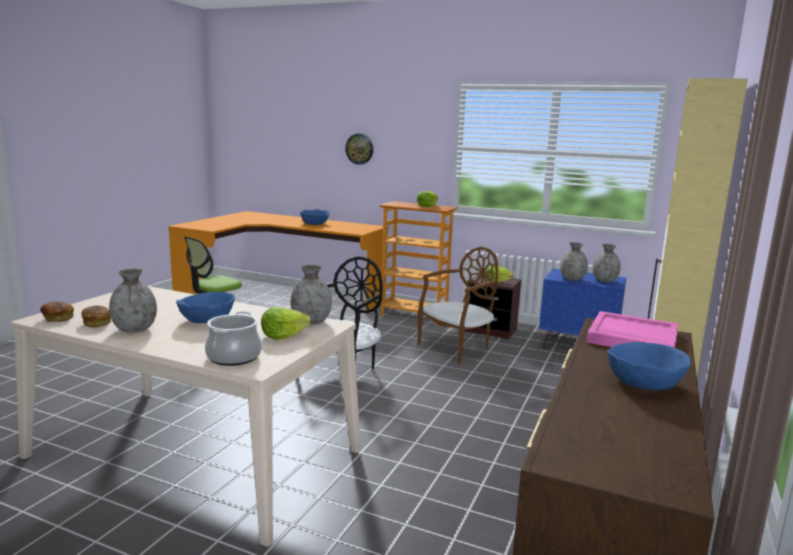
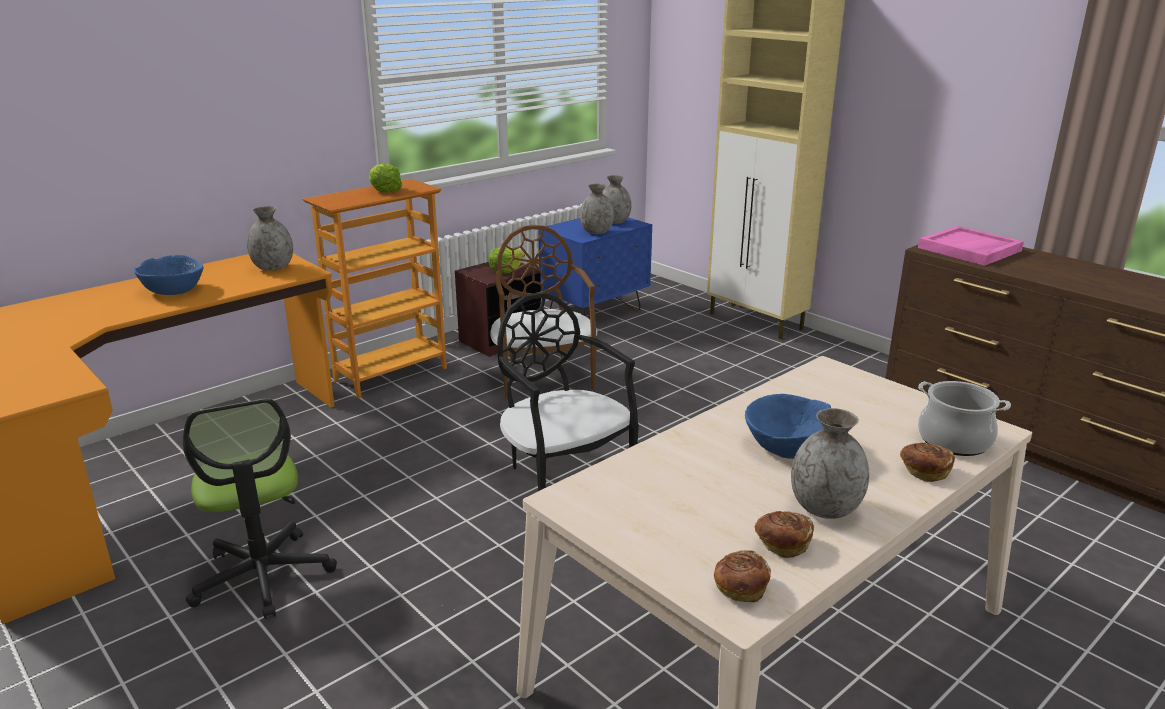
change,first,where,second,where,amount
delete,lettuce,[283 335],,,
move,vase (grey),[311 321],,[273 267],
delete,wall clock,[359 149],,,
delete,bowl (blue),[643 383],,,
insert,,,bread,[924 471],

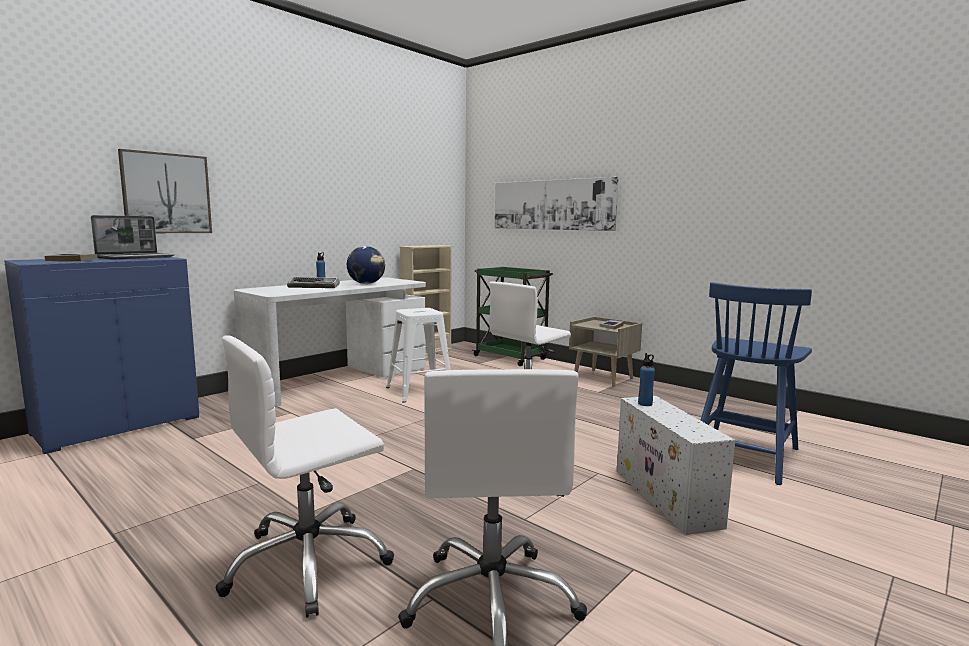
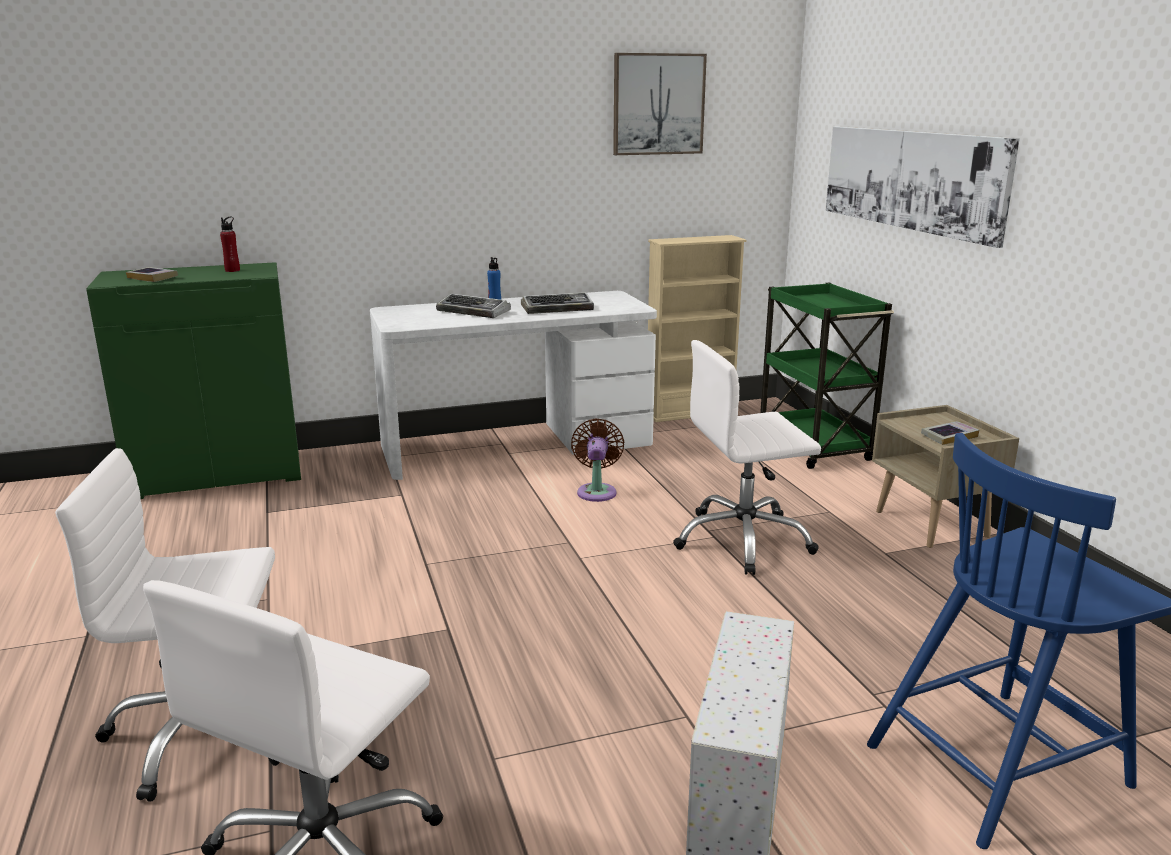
change,first,where,second,where,amount
recolor,cabinet (blue),[118 425],cabinet (green),[219 474],
replace,laptop,[136 257],bottle (red),[232 270],
move,picture,[166 193],,[658 104],
replace,globe,[366 284],keyboard,[558 309],
replace,stool (white),[419 391],fan (brown),[597 491],
delete,bottle (blue),[645 404],,,

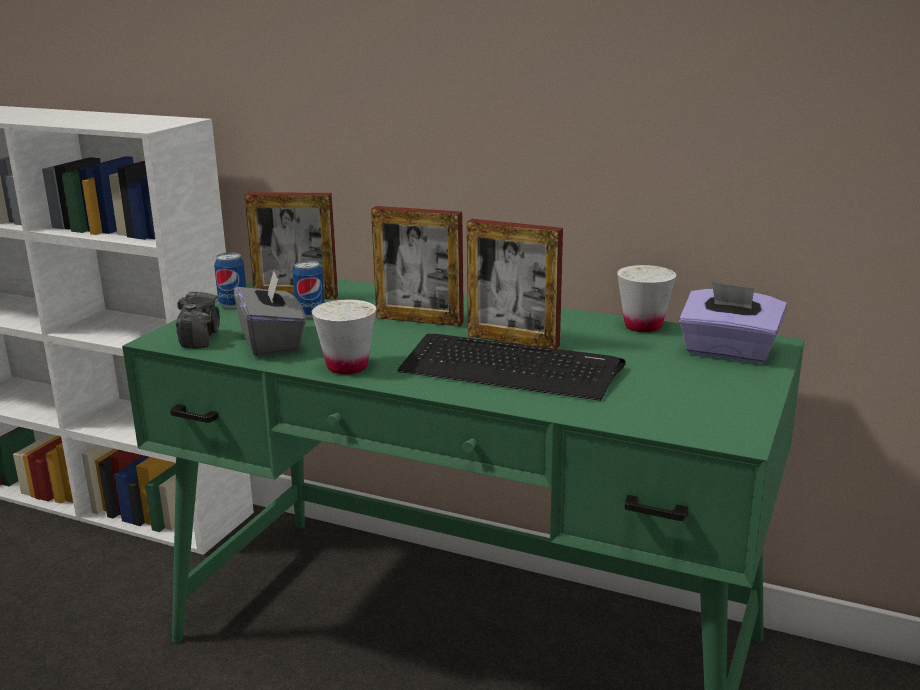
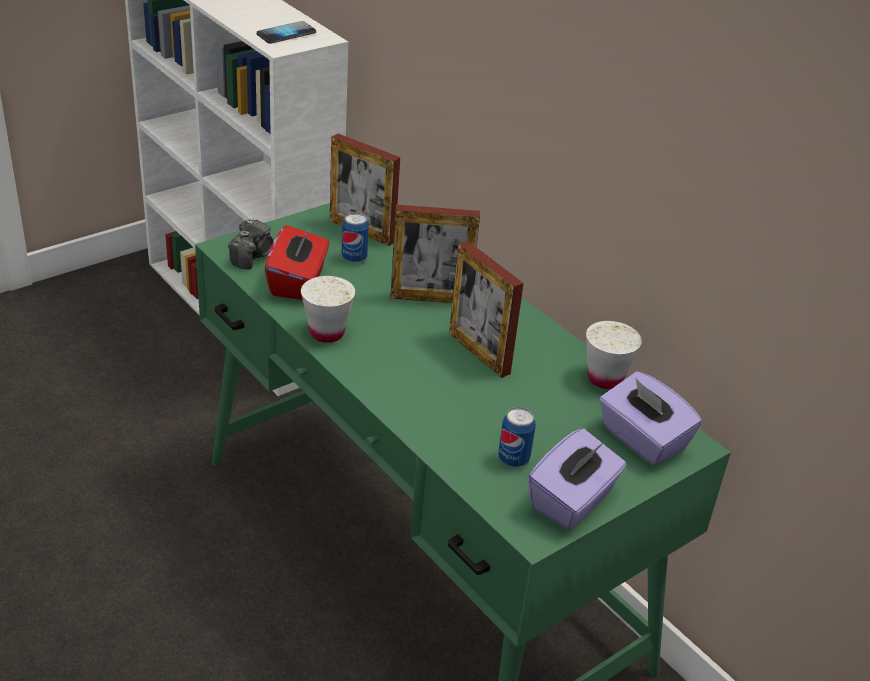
change,first,where,second,where,amount
move,can,[233 304],,[513 459],
recolor,tissue box (grey),[272 342],tissue box (red),[298 282],
rotate,picture frame,[419 320],,[430 298],45 degrees counterclockwise
delete,keyboard,[510 369],,,
insert,,,phone,[286 34],
insert,,,tissue box (purple),[572 501],

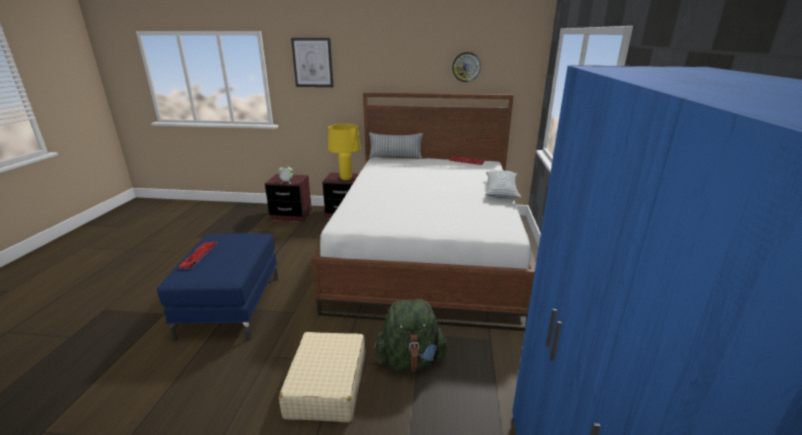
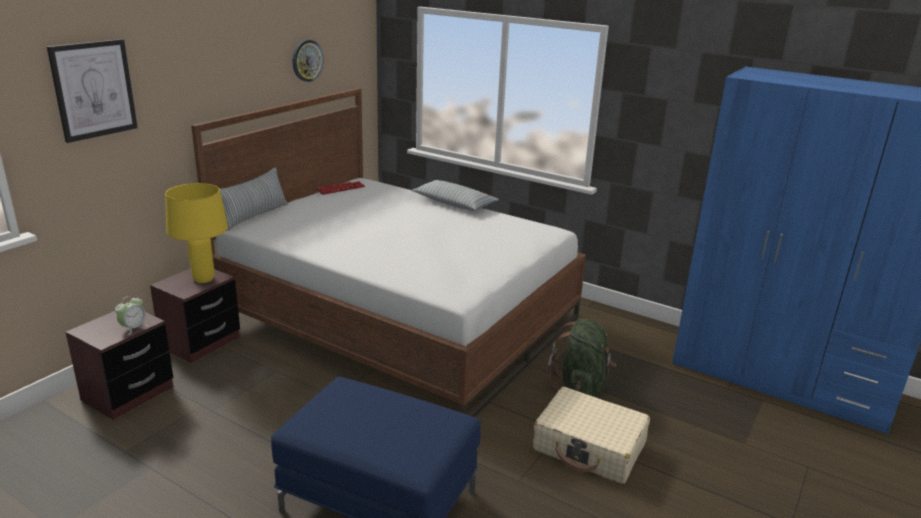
change,first,where,second,where,amount
delete,keyboard,[198 256],,,

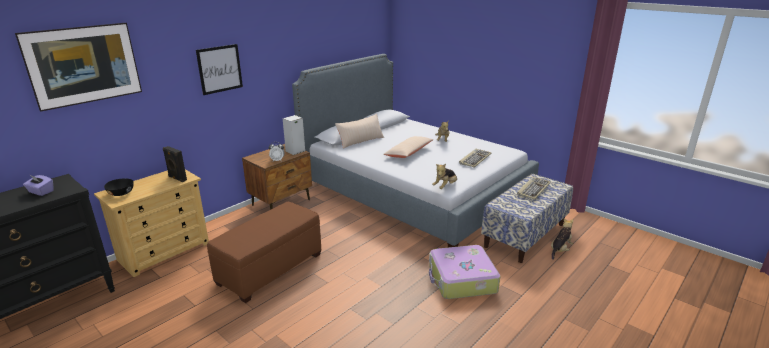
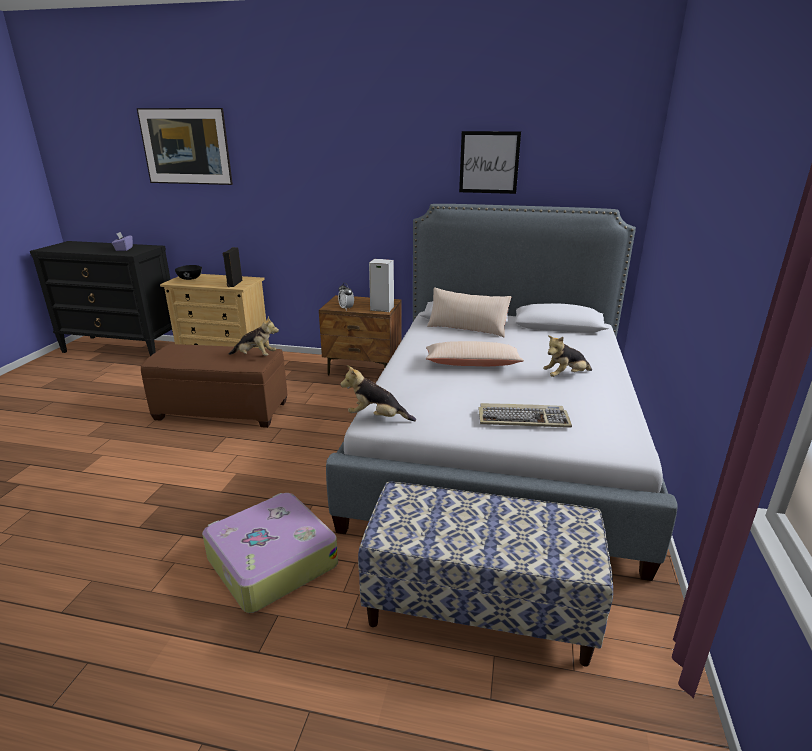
change,first,where,second,where,amount
move,picture,[220 69],,[489 162],
delete,keyboard,[533 189],,,
move,plush toy,[560 250],,[255 356],

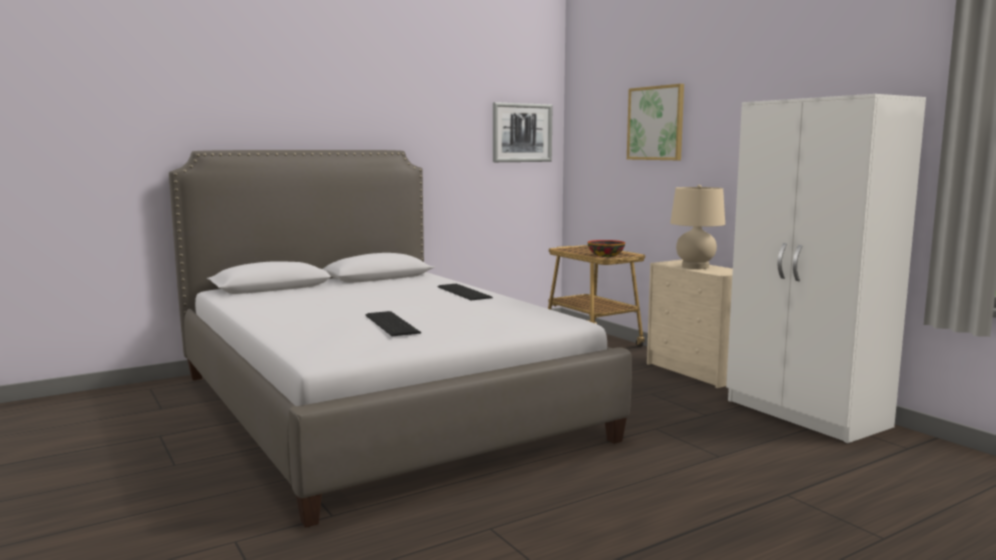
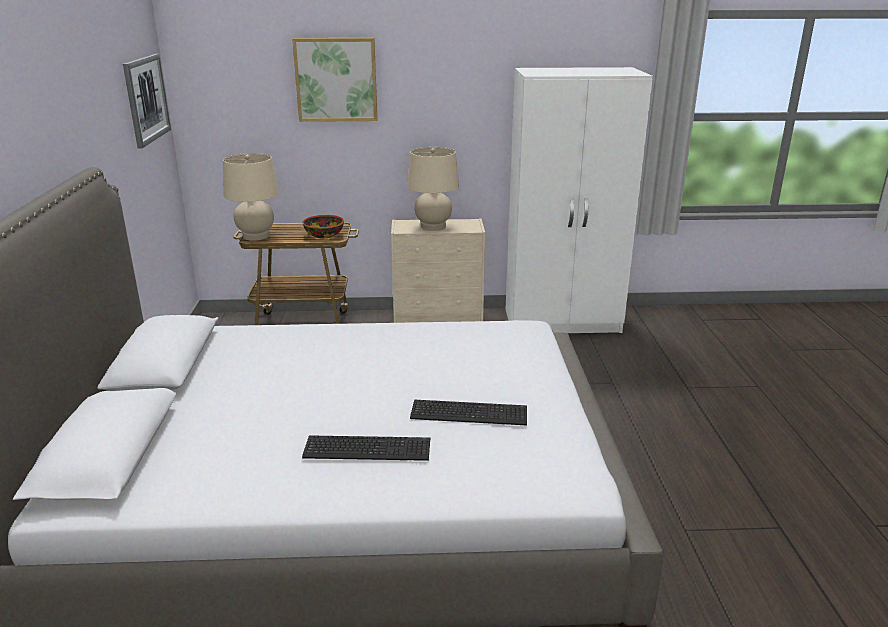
change,first,where,second,where,amount
move,keyboard,[464 292],,[366 447],
insert,,,table lamp (beige),[256 236],

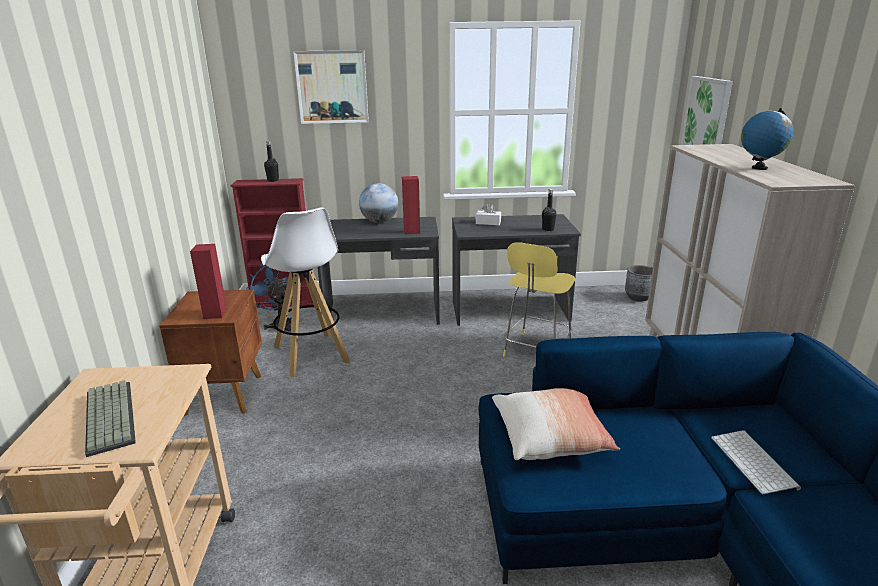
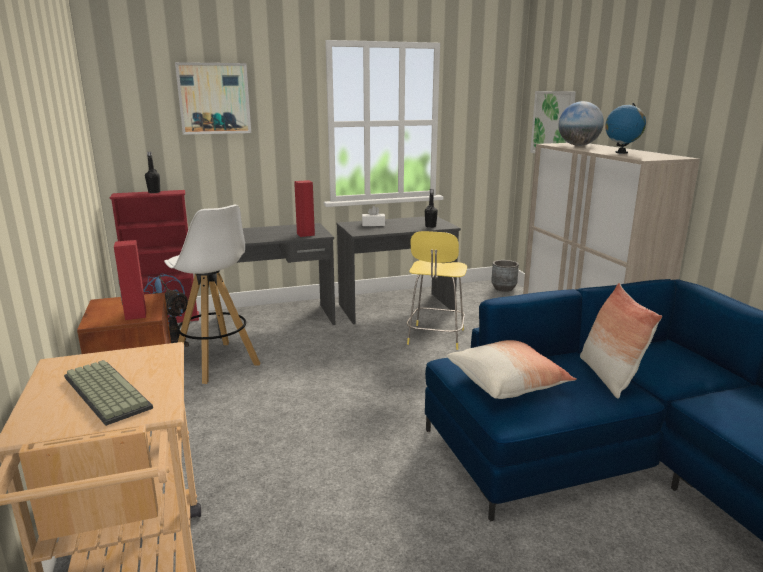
change,first,where,second,where,amount
move,globe,[379 221],,[578 145],
delete,keyboard,[755 462],,,
insert,,,pillow,[608 377],

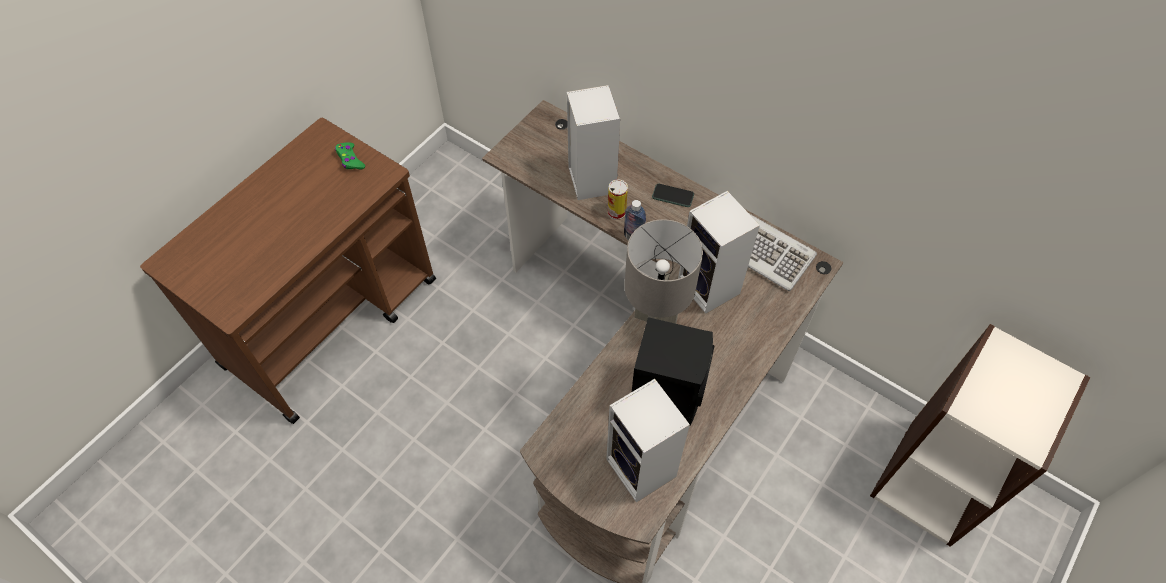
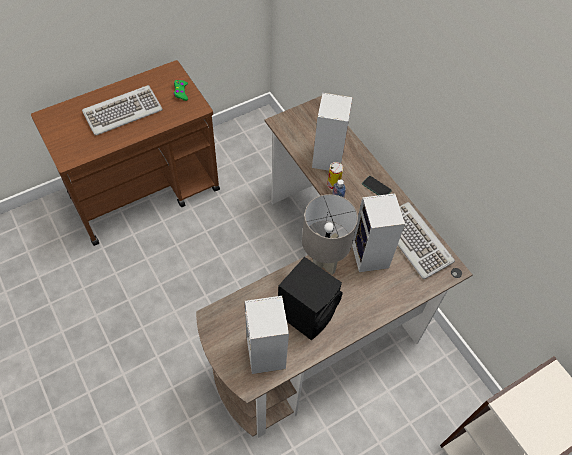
change,first,where,second,where,amount
insert,,,keyboard,[123 111],

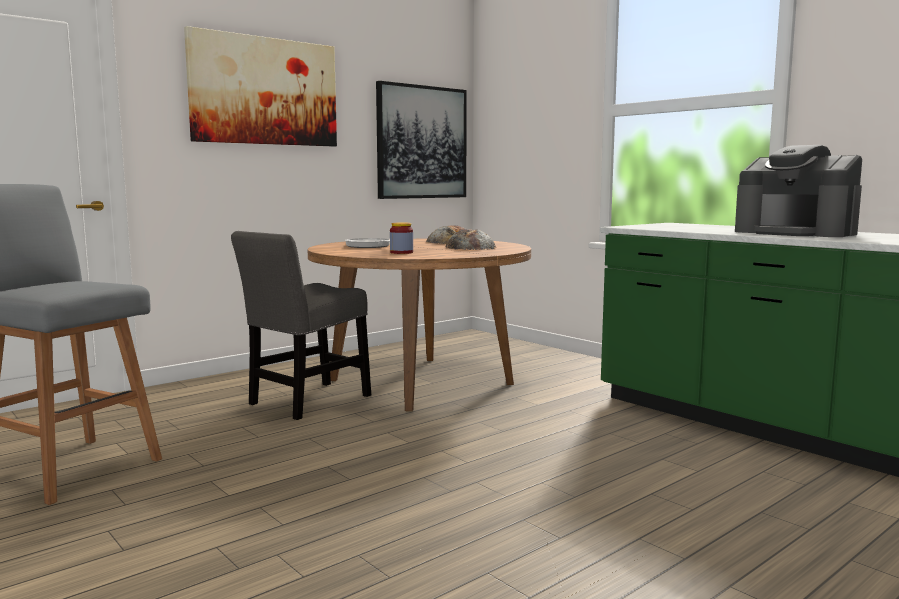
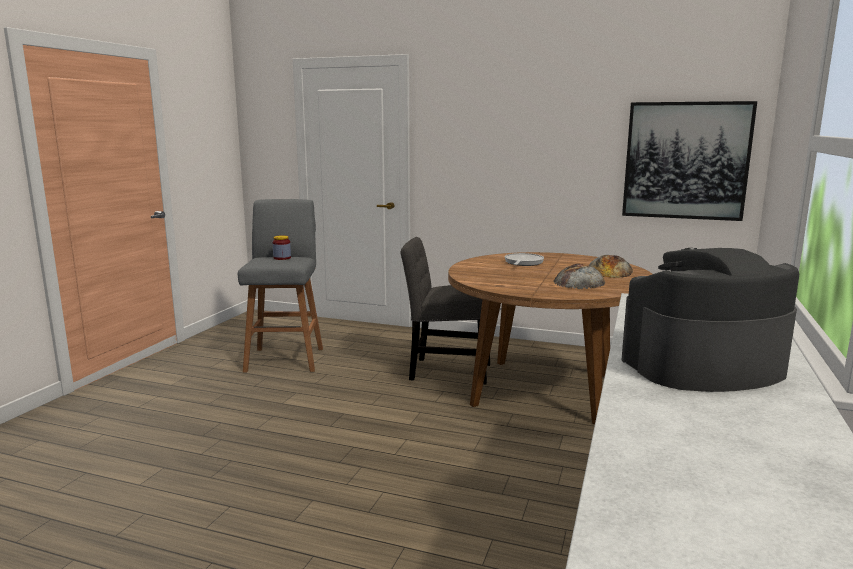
change,first,where,second,where,amount
delete,picture,[265 91],,,
move,jar,[401 252],,[282 258],
rotate,coffee machine,[795 233],,[702 366],60 degrees clockwise

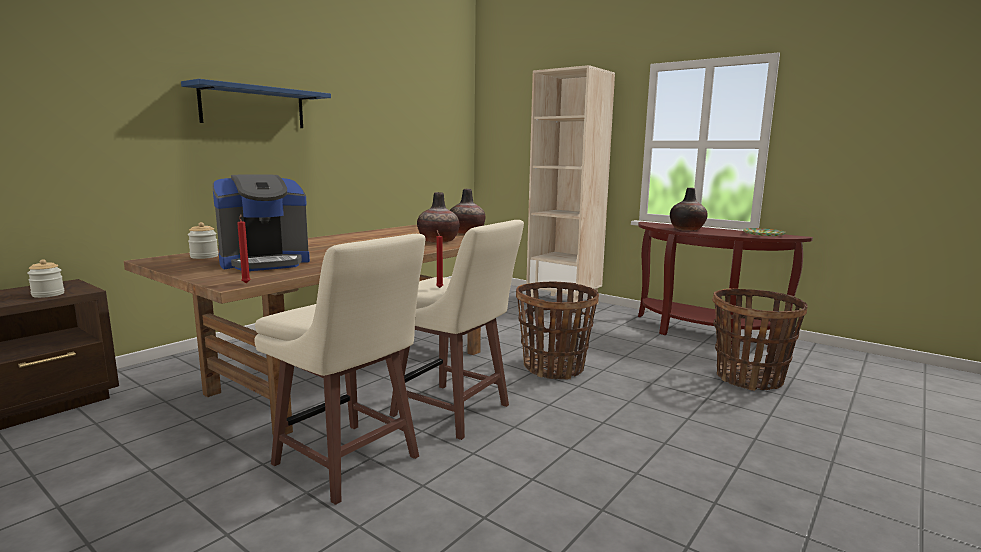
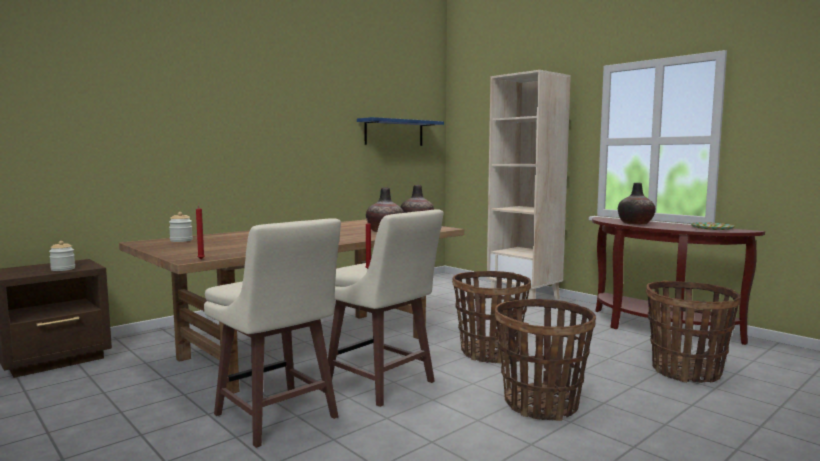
change,first,where,second,where,amount
move,shelf (blue),[253 107],,[394 132],
delete,coffee machine,[265 262],,,
insert,,,basket,[541 404],

